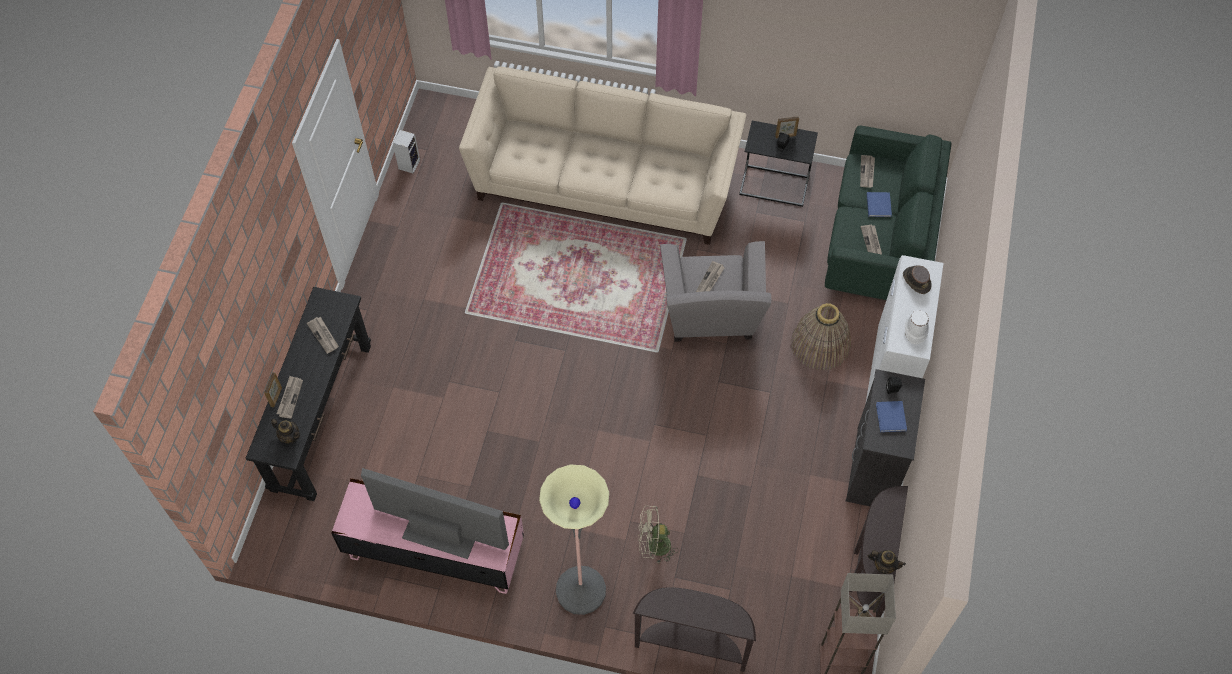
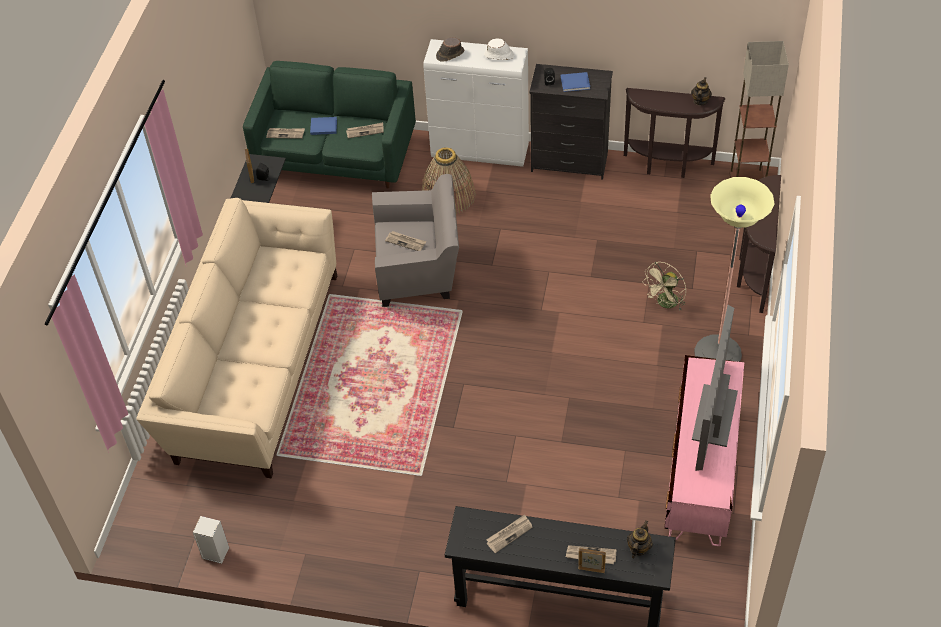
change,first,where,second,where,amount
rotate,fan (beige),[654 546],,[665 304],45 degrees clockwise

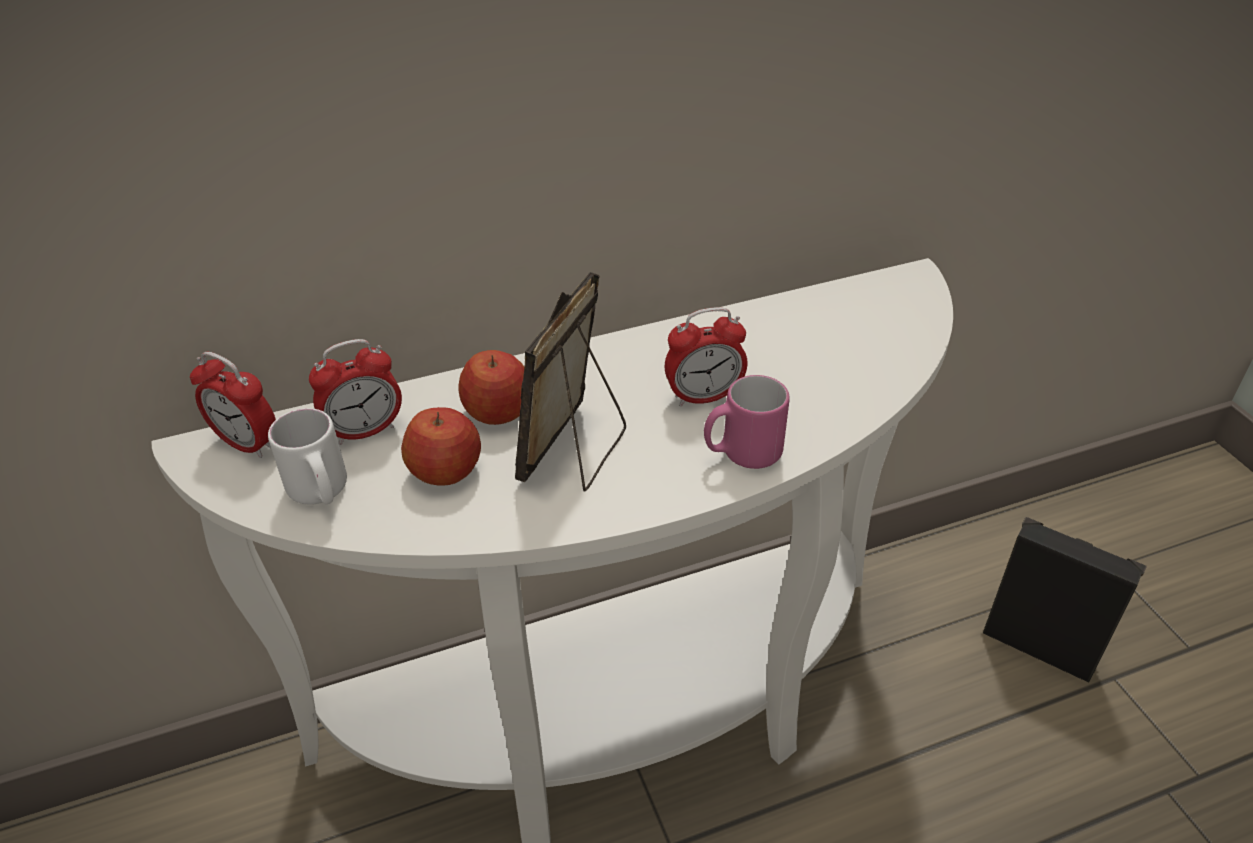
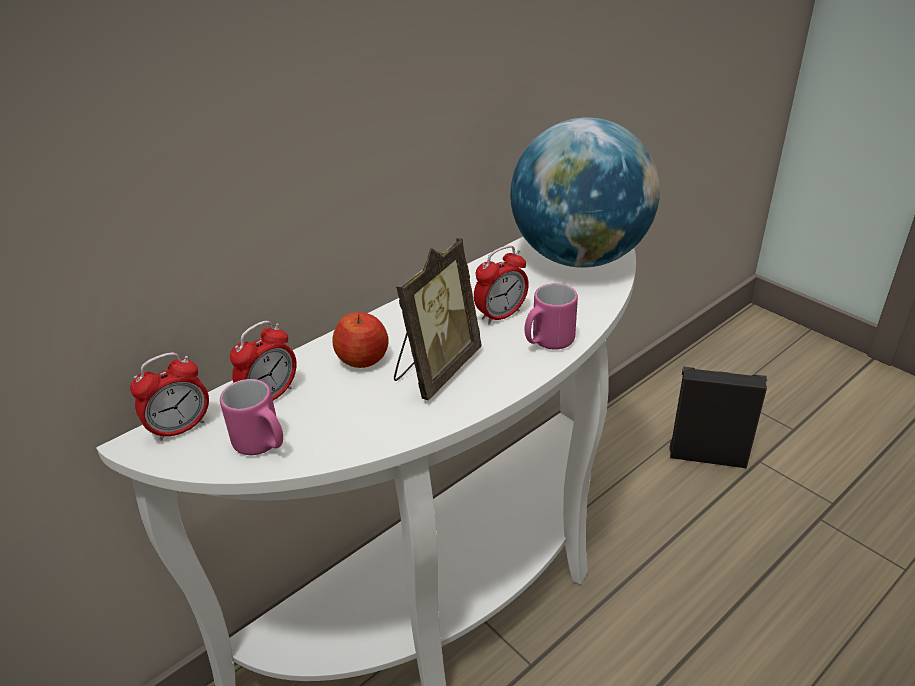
change,first,where,second,where,amount
rotate,alarm clock,[247 444],,[180 428],45 degrees counterclockwise
recolor,mug (white),[321 493],mug (pink),[263 445],
delete,apple,[446 470],,,
rotate,picture frame,[576 452],,[435 370],150 degrees counterclockwise
insert,,,globe,[580 257],

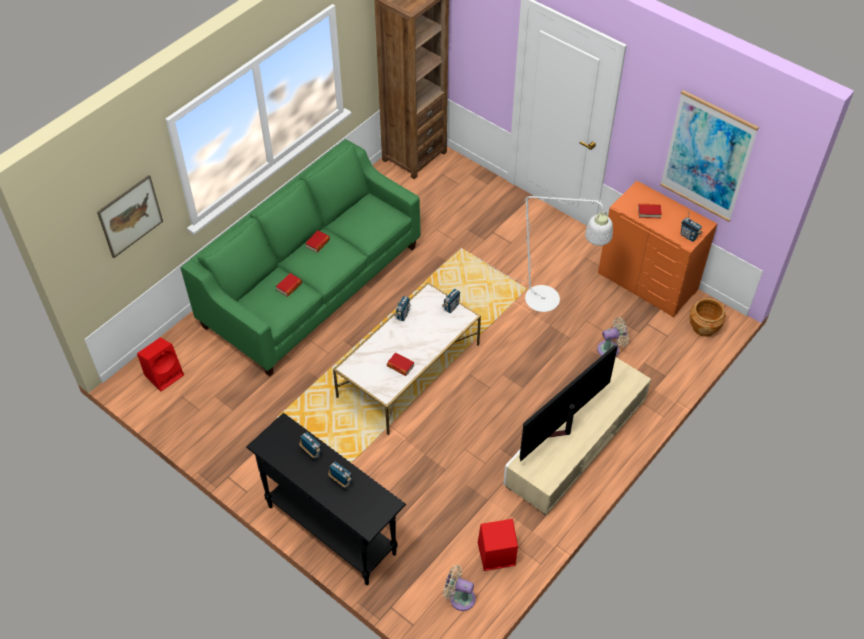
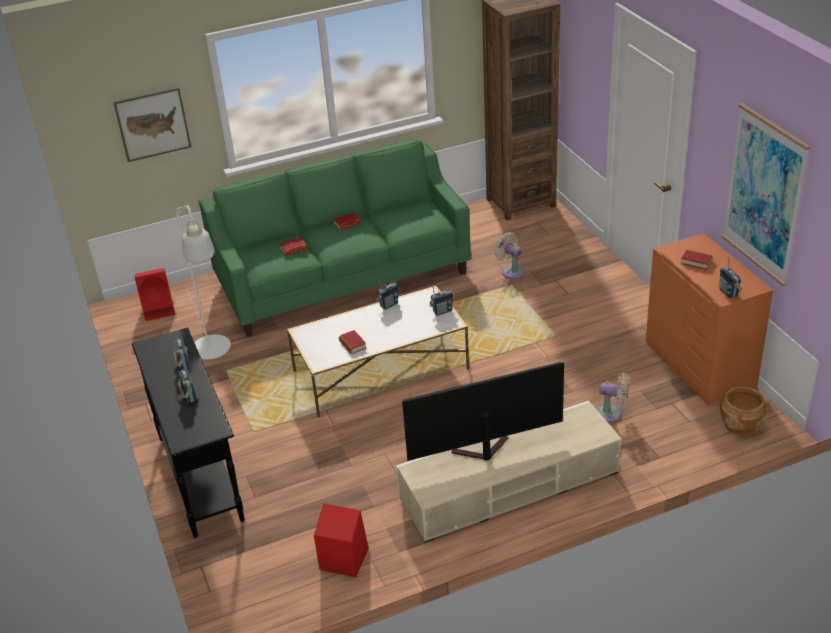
change,first,where,second,where,amount
move,fan (beige),[459 597],,[511 271],
move,floor lamp (white),[550 303],,[214 353],

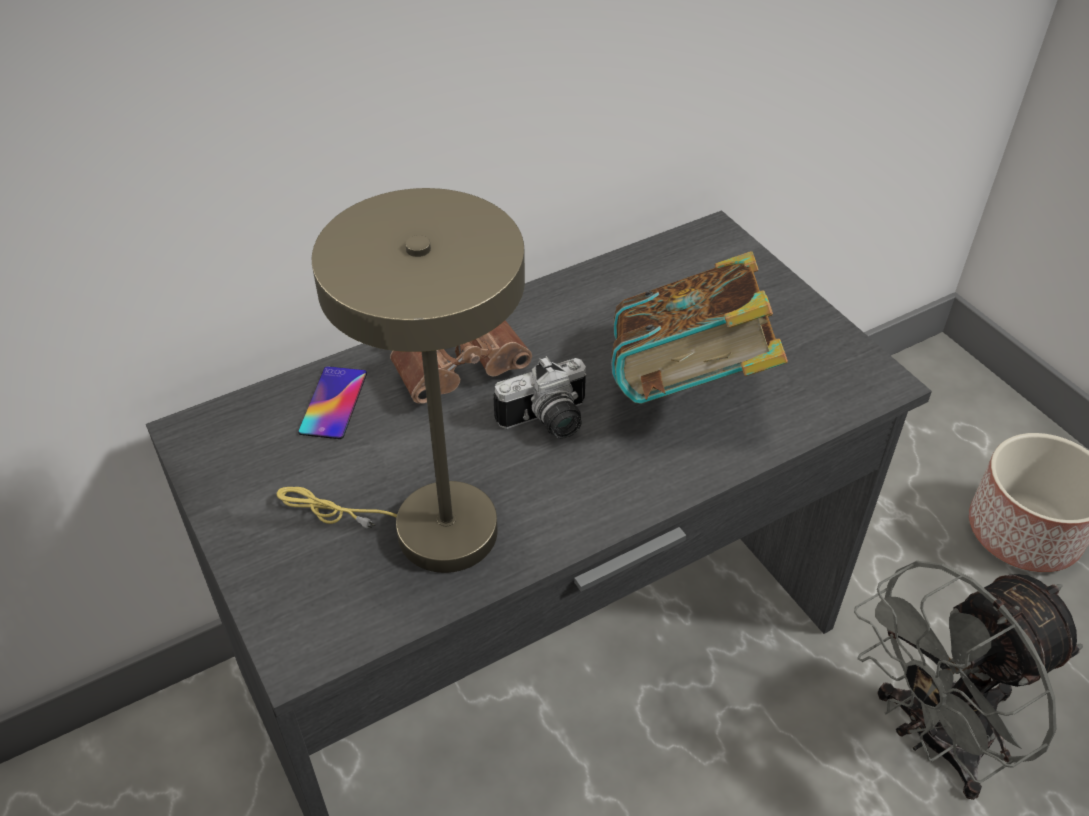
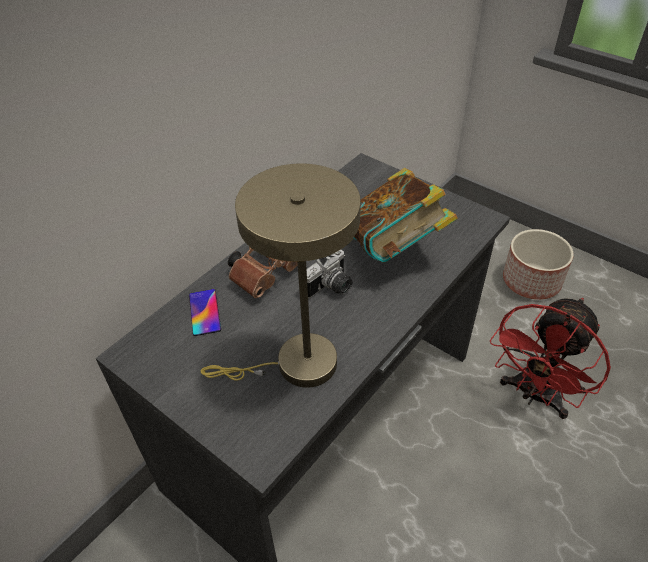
change,first,where,second,where,amount
recolor,fan (grey),[932 738],fan (red),[534 395],

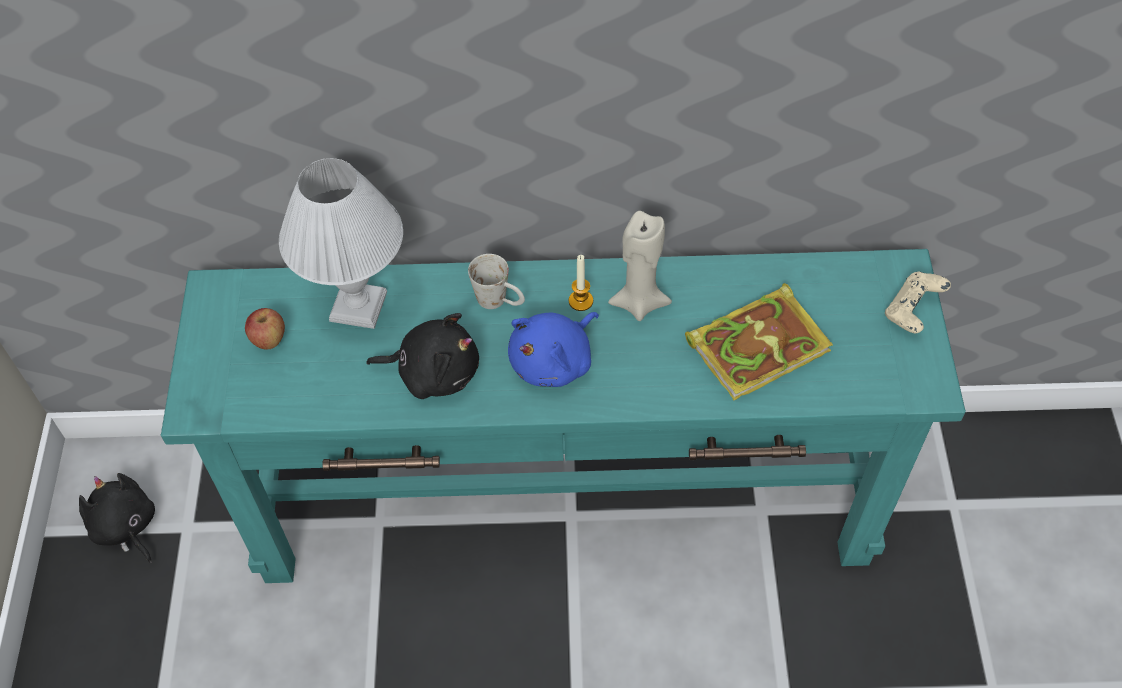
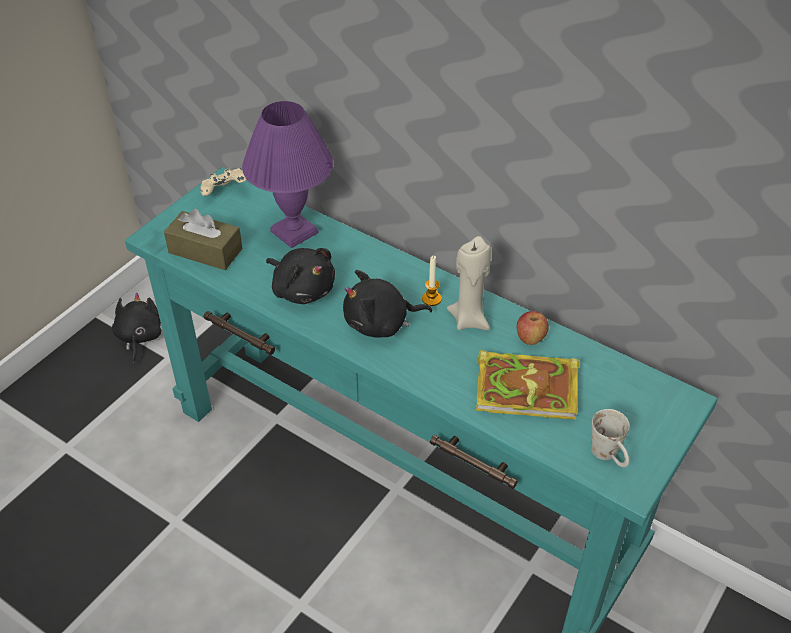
change,first,where,second,where,amount
move,apple,[269 340],,[530 338],
recolor,table lamp (white),[358 305],table lamp (purple),[295 231],
move,mug (white),[500 301],,[609 456],
recolor,plush toy (blue),[554 361],plush toy (black),[380 323],
move,game controller (beige),[912 312],,[225 192],
insert,,,tissue box (brown),[205 251],

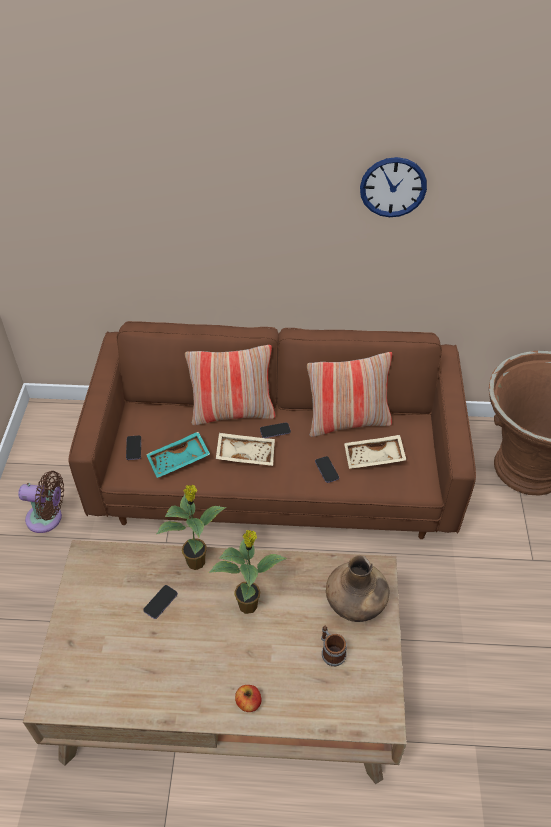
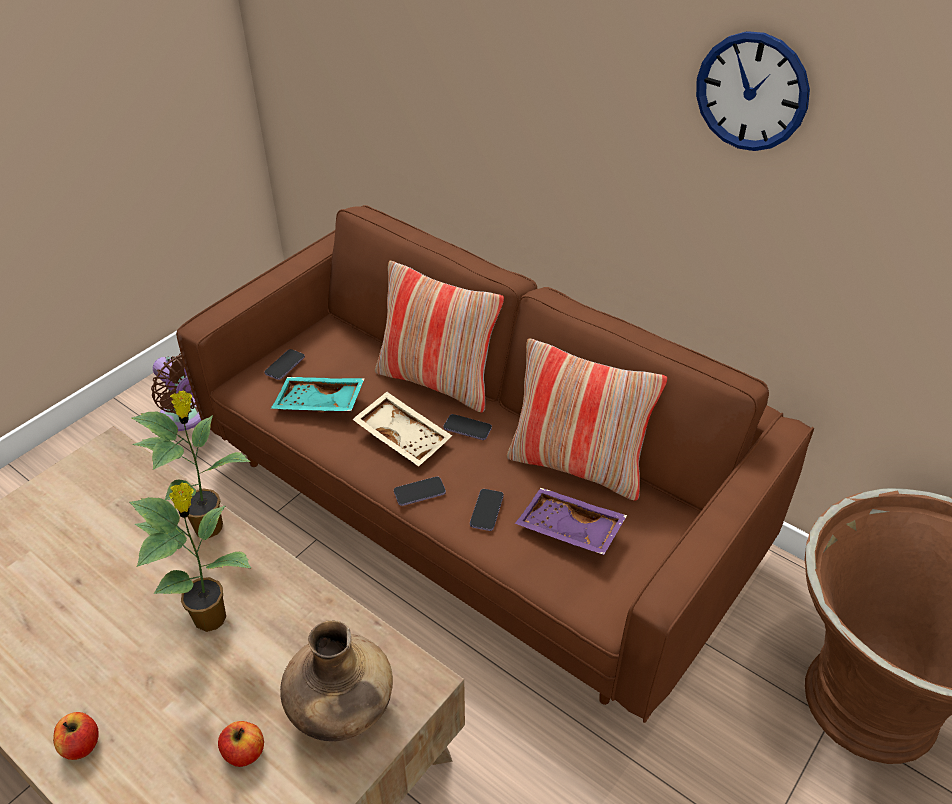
change,first,where,second,where,amount
move,phone,[160 602],,[419 492],
replace,mug,[331 652],apple,[244 752],
recolor,tray (beige),[374 458],tray (purple),[568 530],

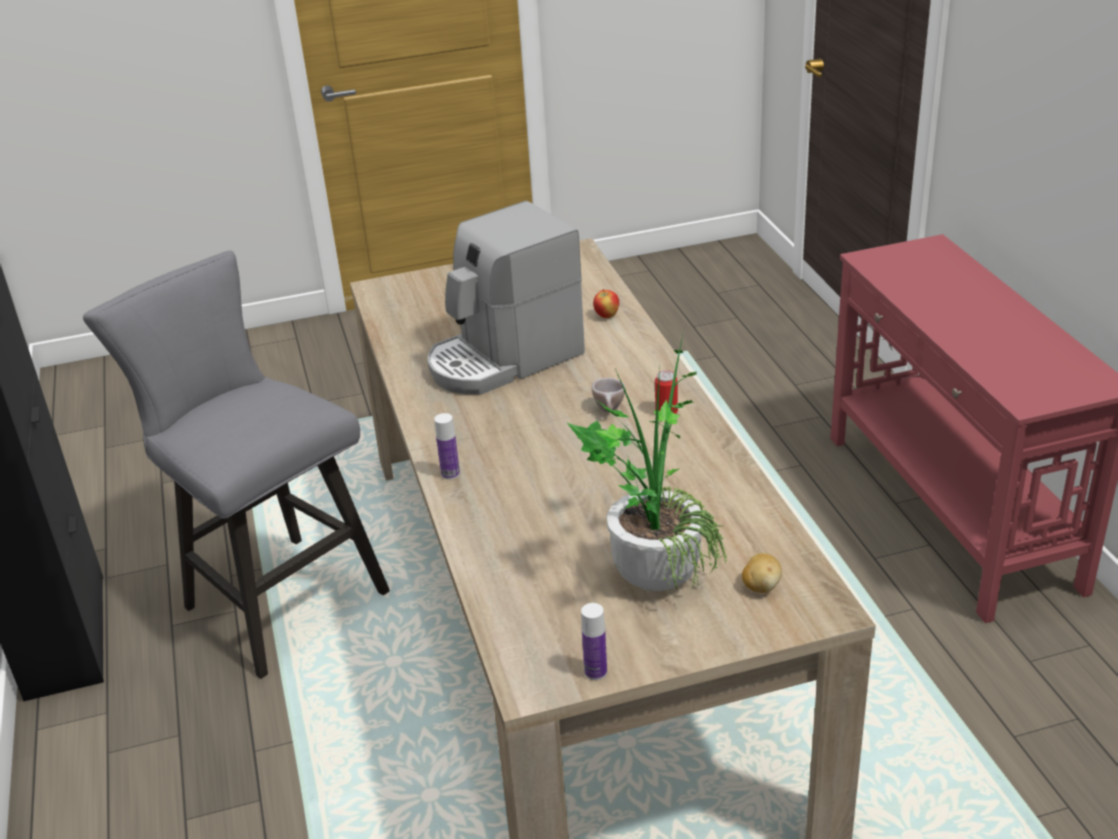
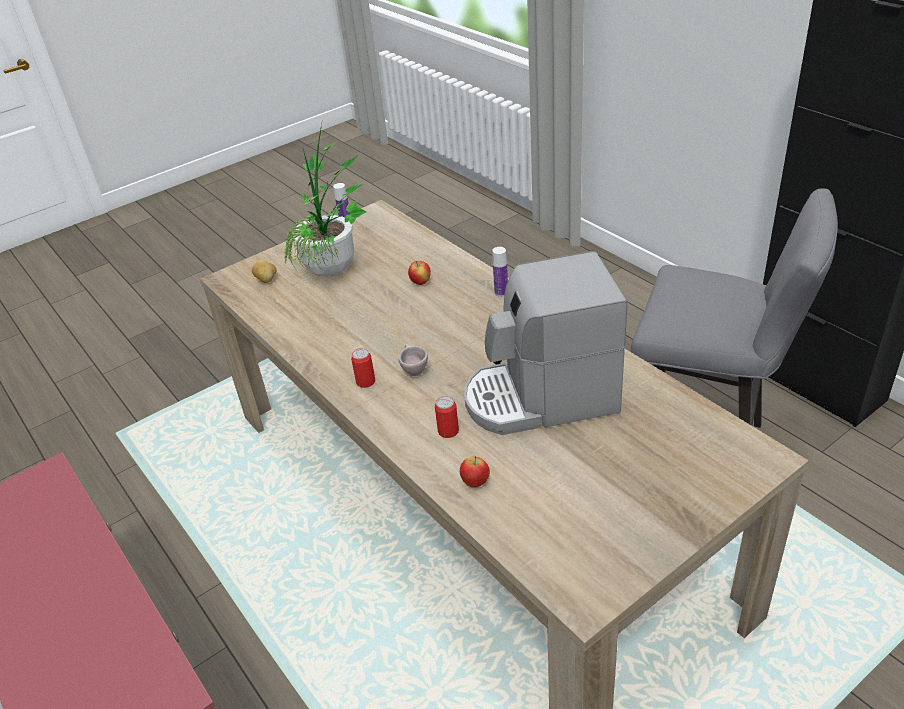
change,first,where,second,where,amount
rotate,coffee machine,[504 359],,[541 398],135 degrees counterclockwise
insert,,,apple,[420 282],
insert,,,can,[448 431],

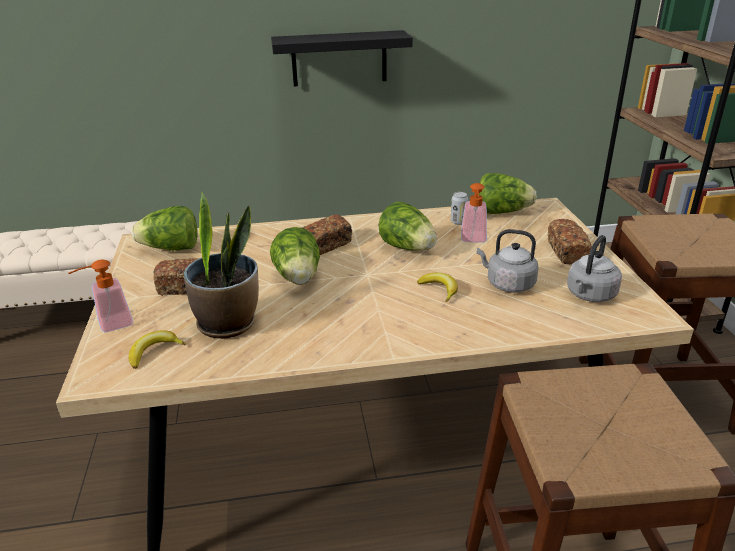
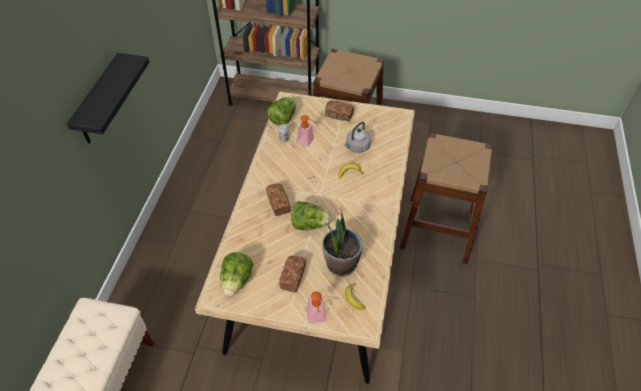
change,first,where,second,where,amount
delete,lettuce,[408 248],,,
delete,kettle (grey),[590 295],,,

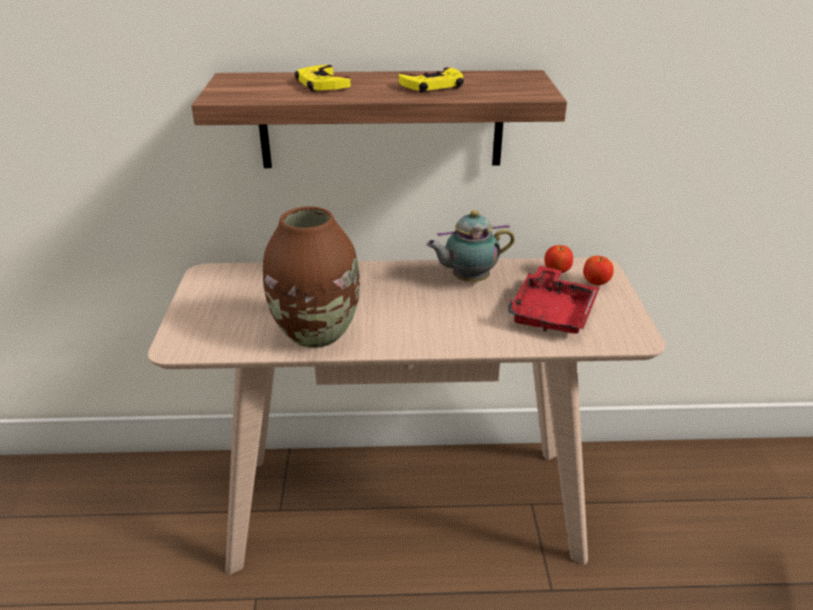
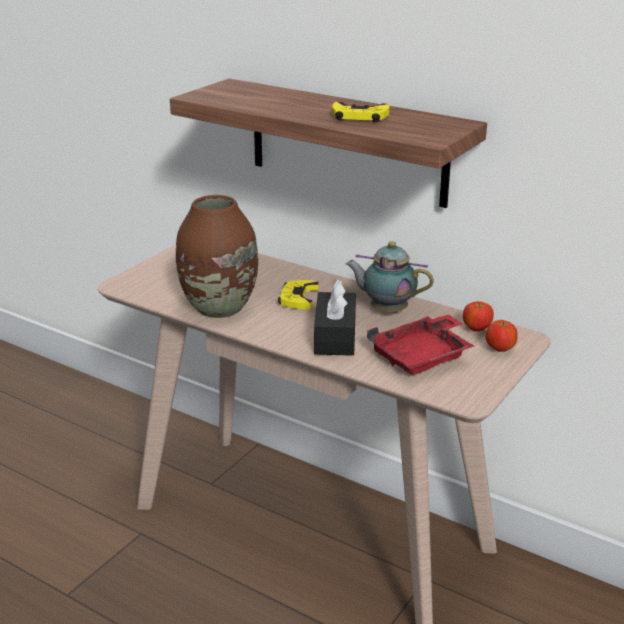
change,first,where,second,where,amount
move,game controller (yellow),[321 84],,[298 298],
insert,,,tissue box (black),[335 337],

